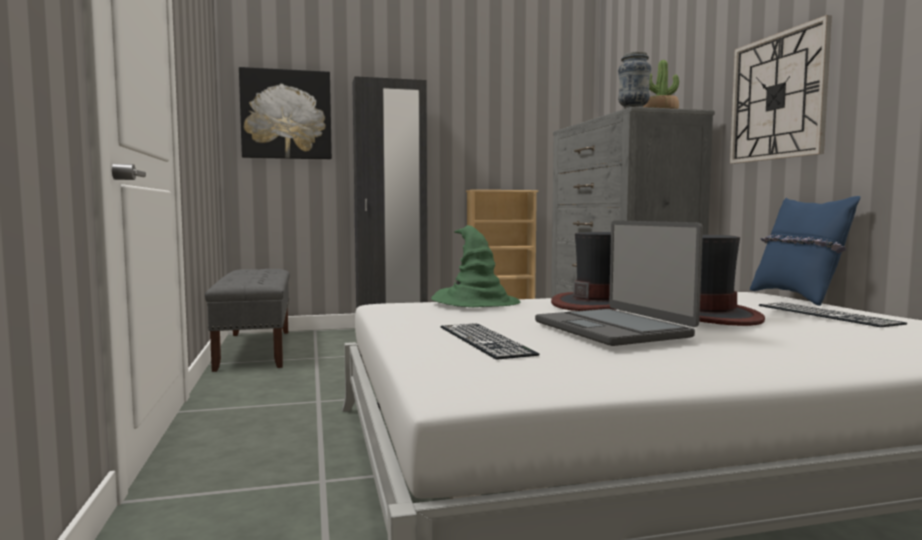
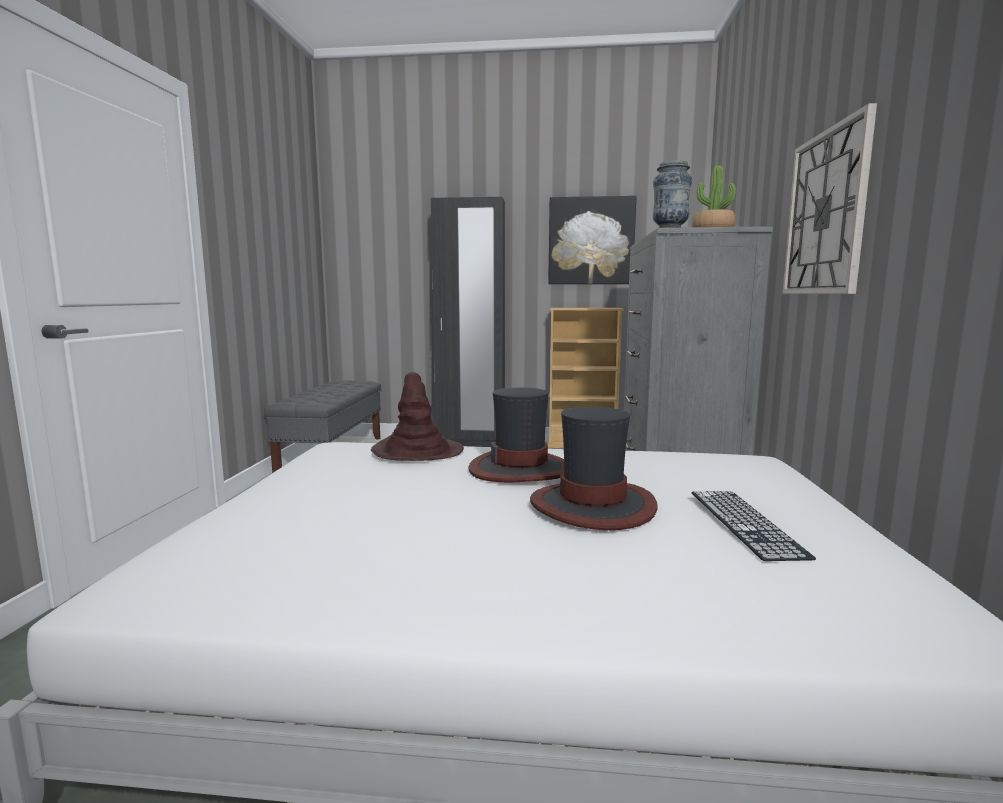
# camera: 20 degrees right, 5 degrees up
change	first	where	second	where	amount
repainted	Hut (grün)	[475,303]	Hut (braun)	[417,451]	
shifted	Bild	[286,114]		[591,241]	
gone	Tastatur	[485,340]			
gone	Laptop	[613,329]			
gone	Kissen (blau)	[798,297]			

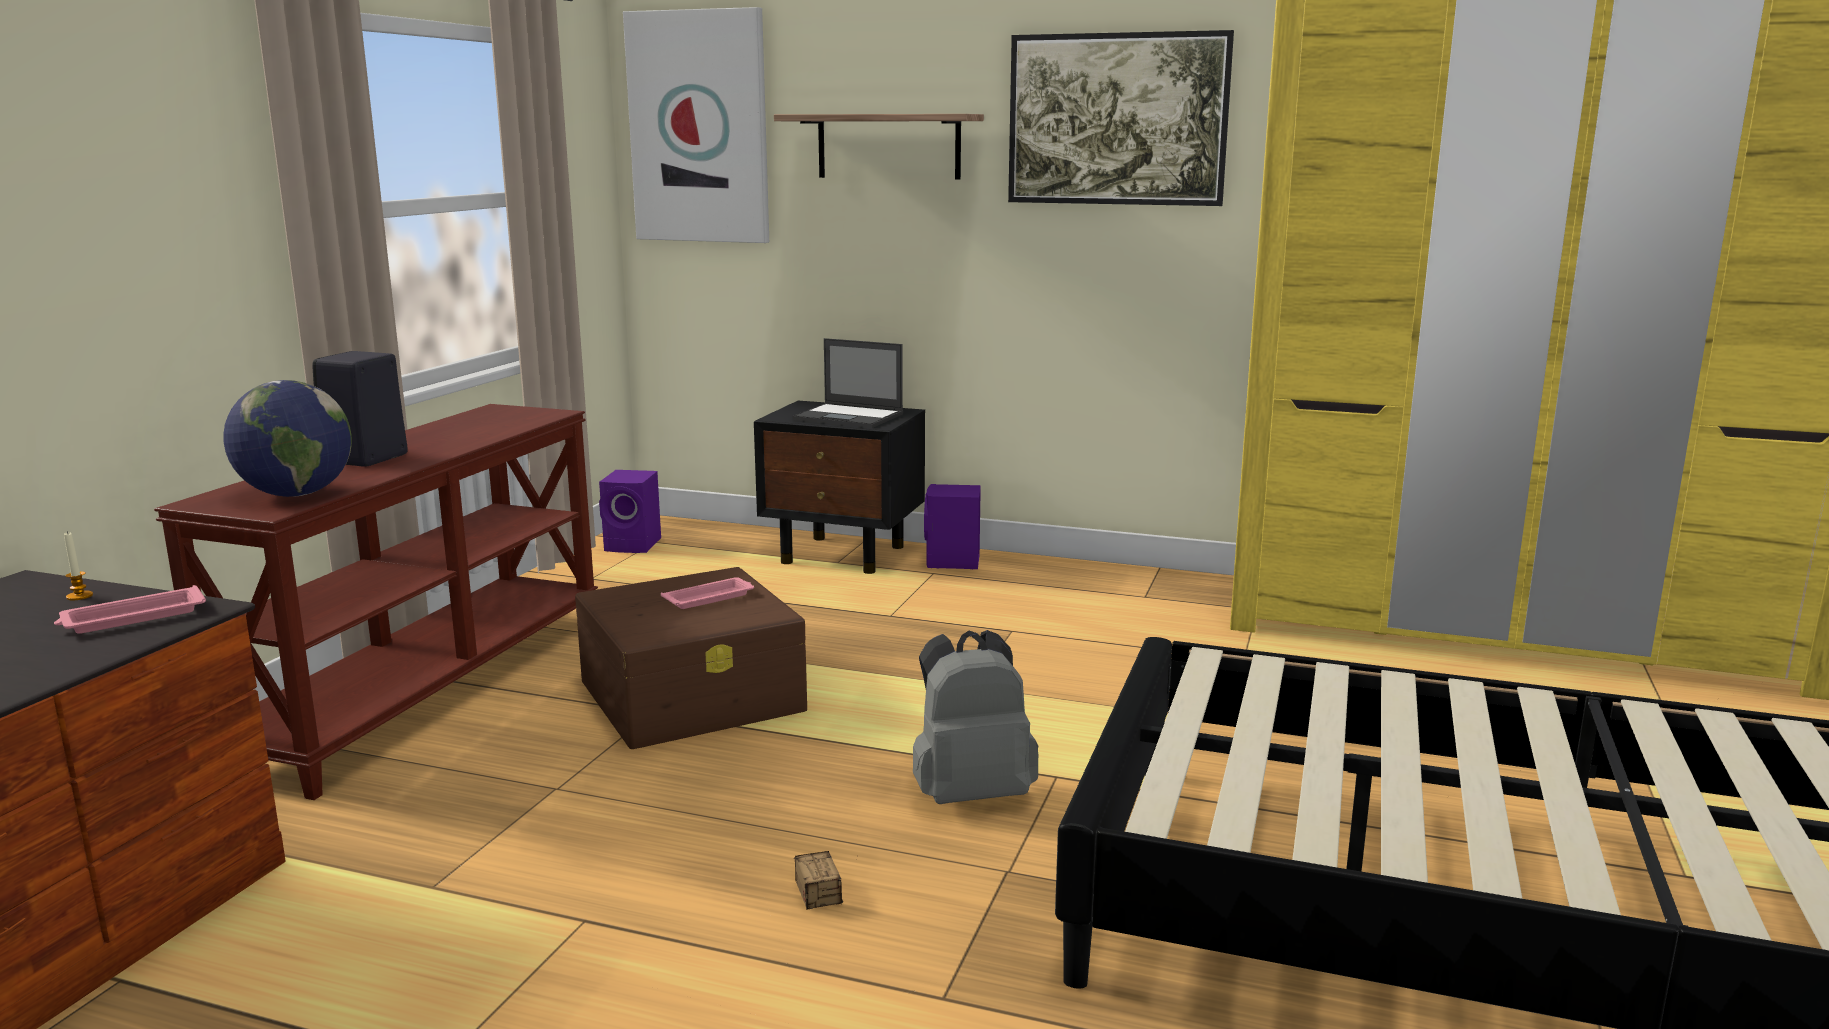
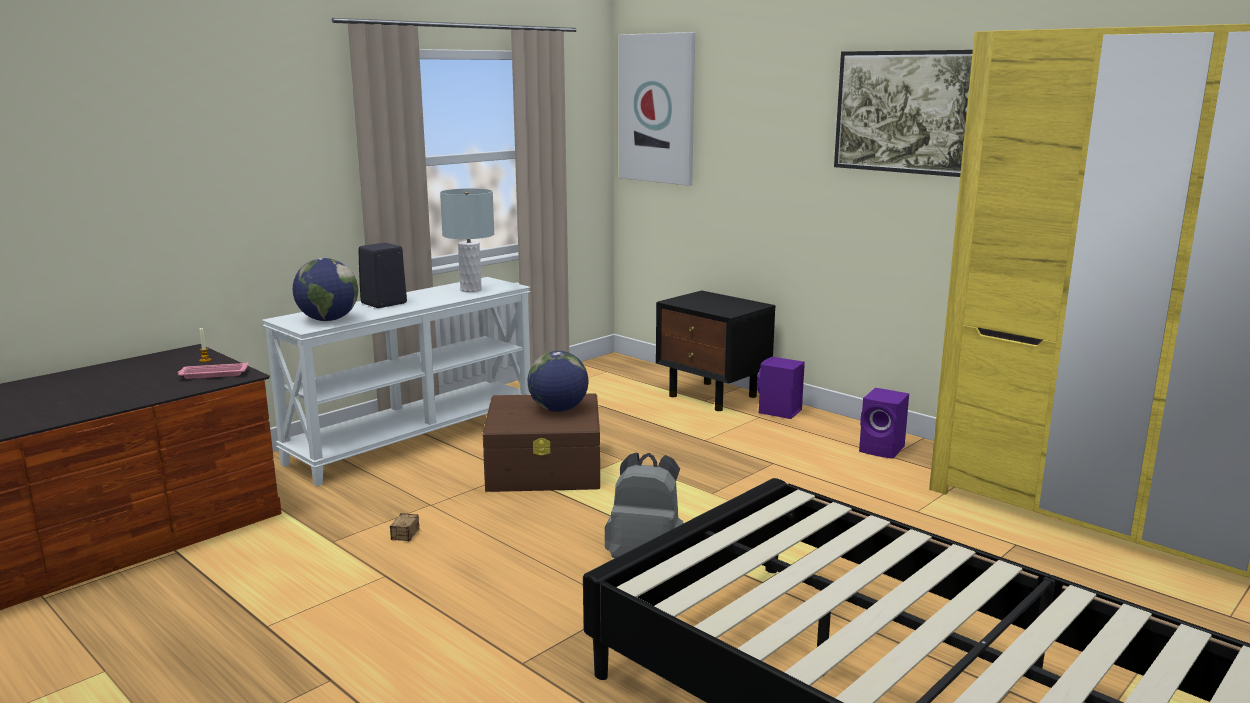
# camera: 25 degrees right, 0 degrees up
change	first	where	second	where	amount
repainted	Konsolentisch (braun)	[426,688]	Konsolentisch (weiß)	[414,438]	
shifted	Aufbewahrungsbox	[826,914]		[398,544]	
new			Tischlampe (grau)	[470,290]	
swapped	Tablett (rosa)	[710,598]	Globus	[558,410]	
shifted	Lautsprecher (lila)	[634,545]		[883,449]	
gone	Wandregal	[888,146]			
gone	Laptop	[850,417]			

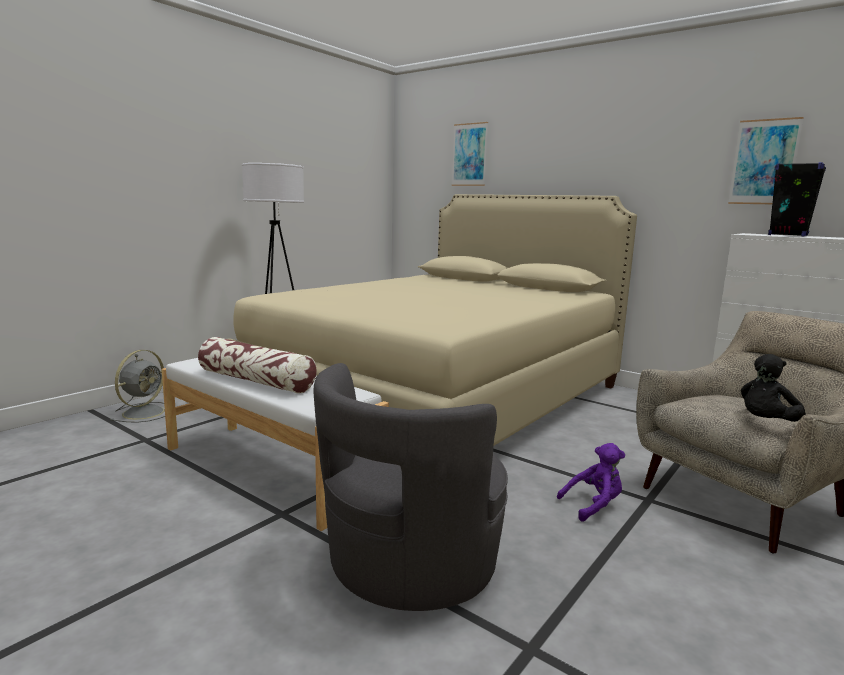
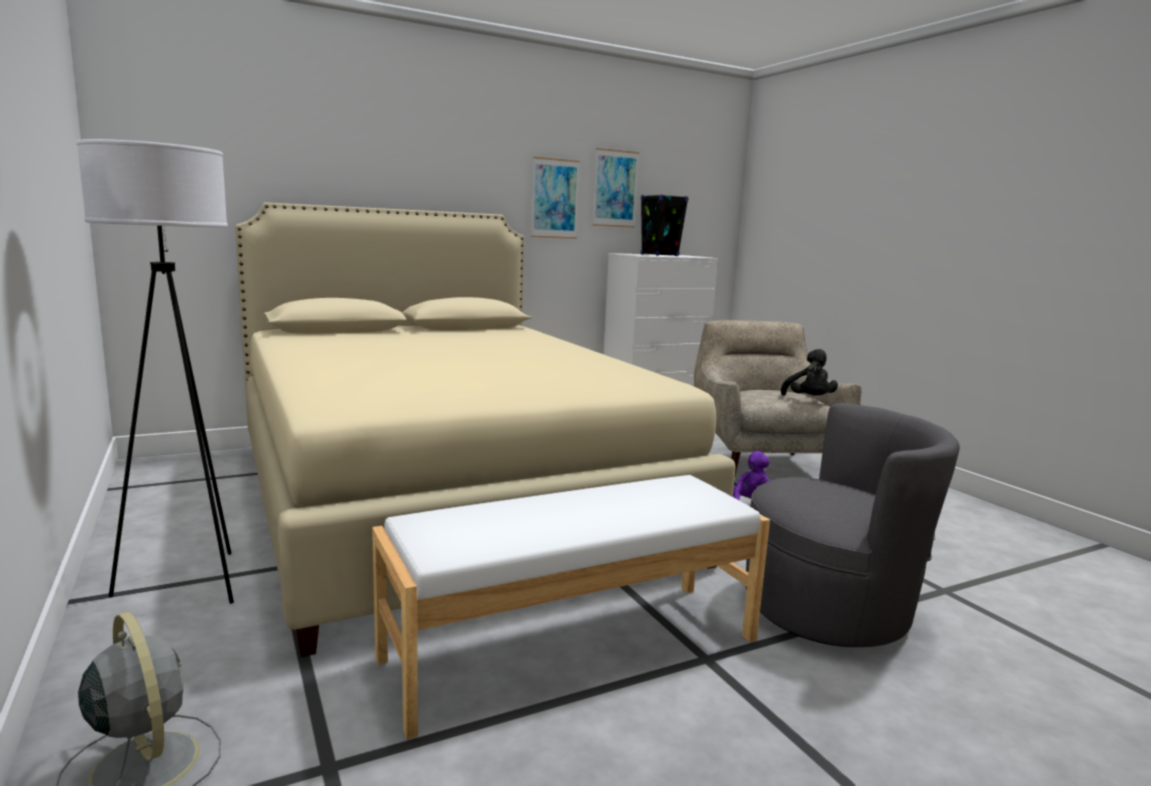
# camera: 65 degrees left, 0 degrees up
change	first	where	second	where	amount
shifted	Bild	[469,154]		[555,198]	
rotated	Sessel (grau)	[408,564]		[829,608]	60 degrees counterclockwise
gone	Kissen	[256,381]			

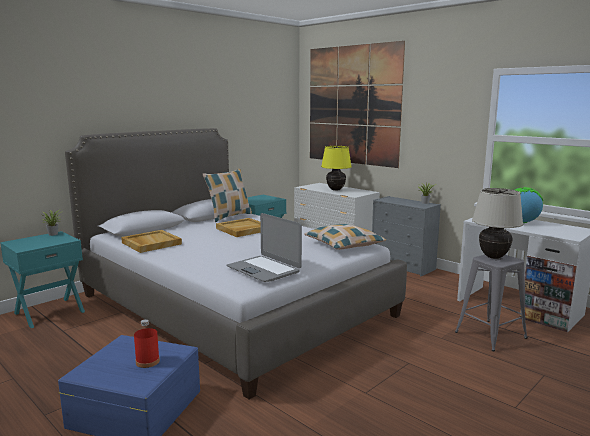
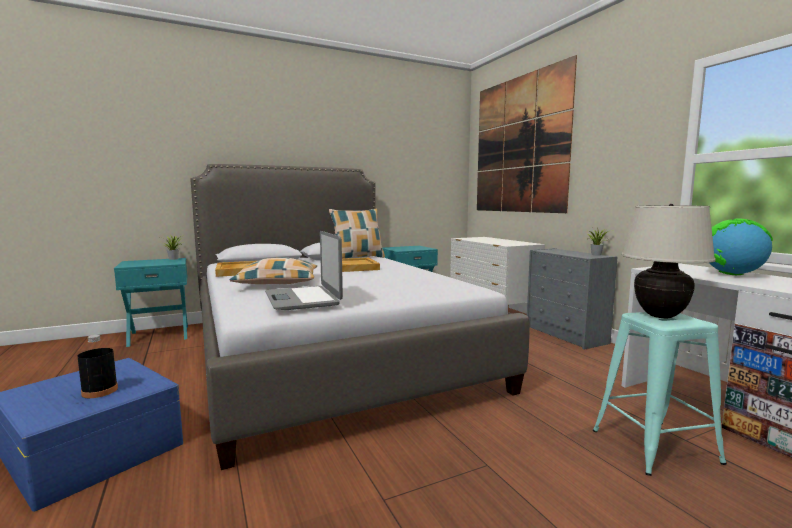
# camera: 20 degrees right, 5 degrees down
change	first	where	second	where	amount
repainted	Flasche (rot)	[147,361]	Flasche (schwarz)	[100,391]	
shifted	Kissen	[344,245]		[278,283]	
repainted	Hocker (grau)	[490,335]	Hocker (türkis)	[654,446]	
gone	Tischlampe (gelb)	[336,189]			

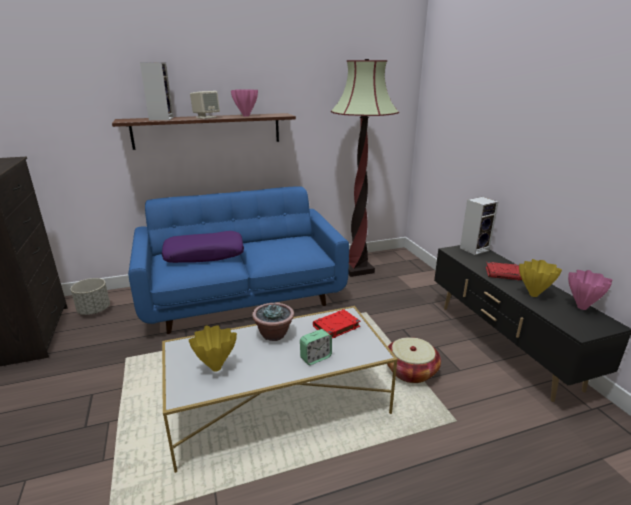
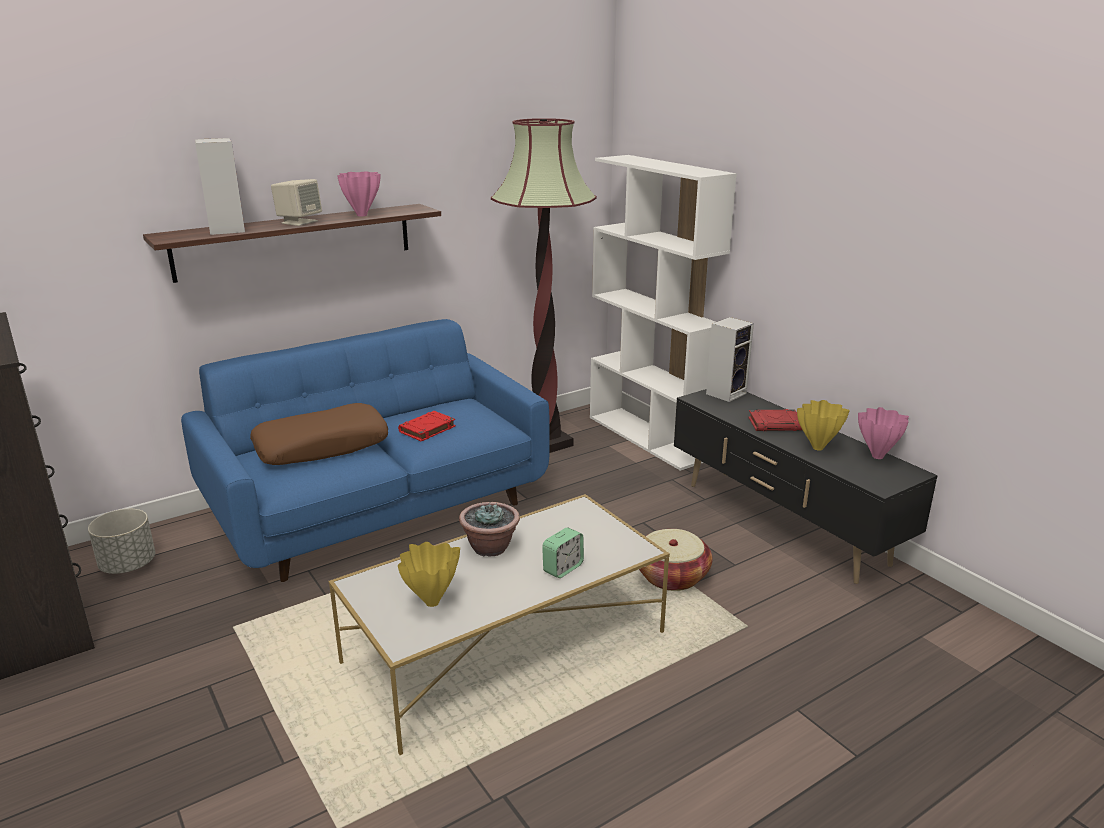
# camera: 15 degrees left, 0 degrees up
change	first	where	second	where	amount
repainted	Kissen (lila)	[204,254]	Kissen (braun)	[322,446]	
shifted	Buch (rot)	[336,327]		[427,429]	
new			Bücherregal (weiß)	[648,437]	

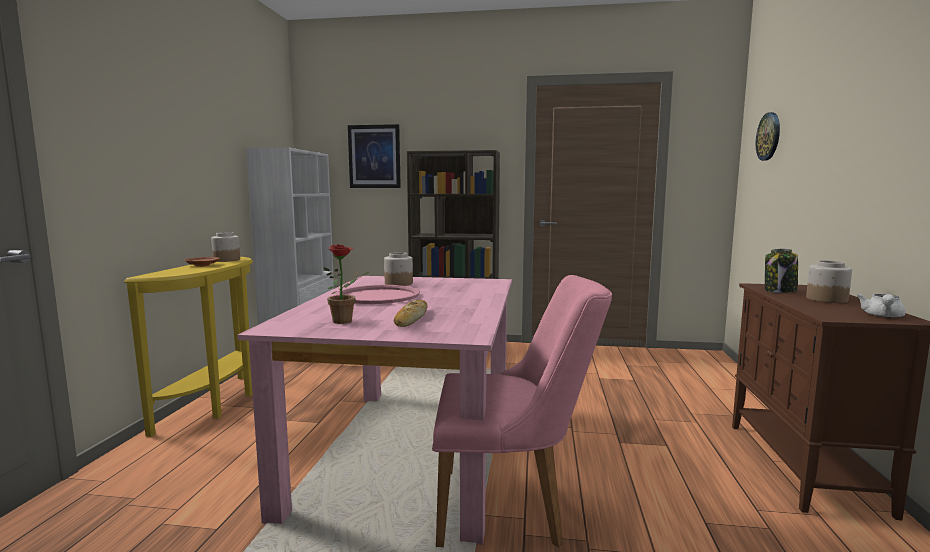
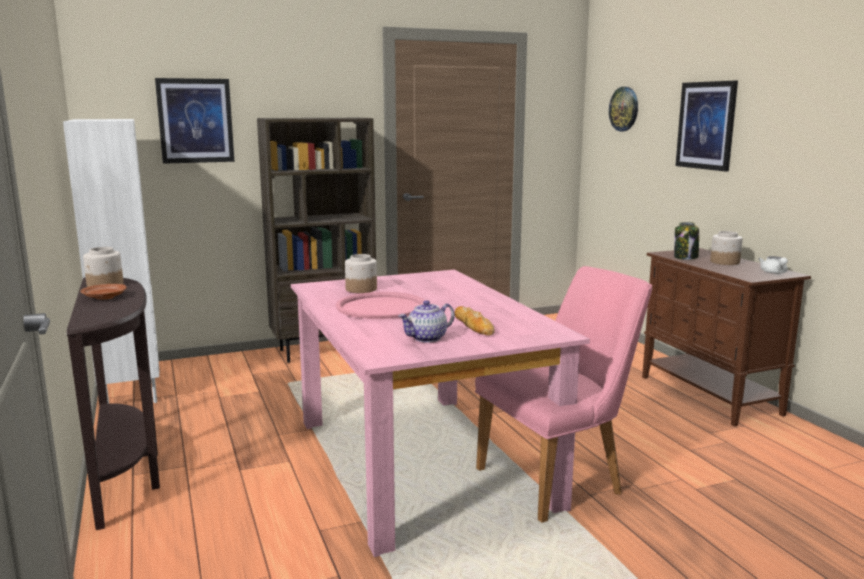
# camera: 30 degrees left, 5 degrees up
change	first	where	second	where	amount
repainted	Konsolentisch (gelb)	[217,403]	Konsolentisch (braun)	[128,474]	
swapped	Topfpflanze	[347,321]	Teekanne	[427,338]	
new			Bild	[706,125]	

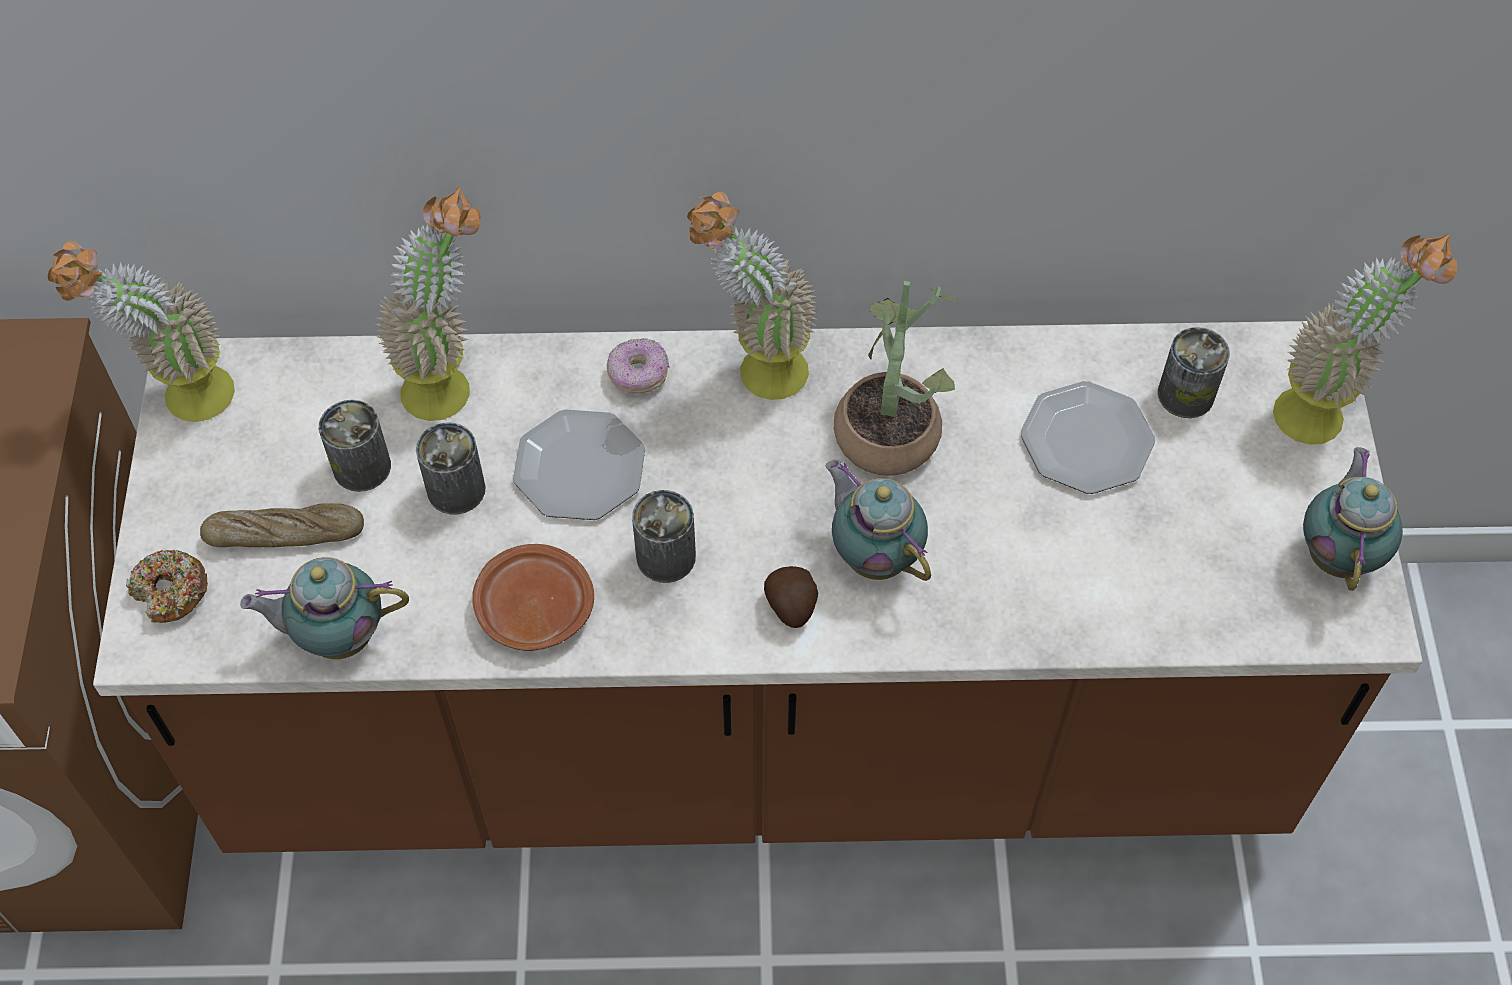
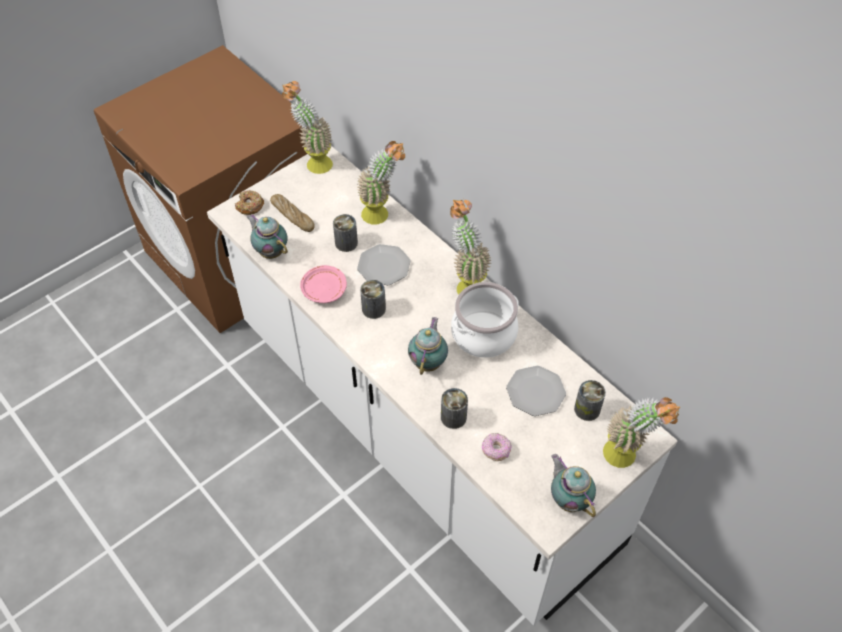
# camera: 50 degrees right, 5 degrees down
change	first	where	second	where	amount
repainted	Küchenzeile (braun)	[756,731]	Küchenzeile (weiß)	[421,432]	
repainted	Teller (braun)	[533,607]	Teller (rosa)	[324,289]	
shifted	Dose	[362,467]		[453,417]	
swapped	Topfpflanze	[891,425]	Kochtopf	[483,333]	
shifted	Donut	[638,375]		[496,450]	
rotated	Teekanne	[1338,553]		[568,499]	90 degrees counterclockwise
gone	Kartoffel	[791,607]			

